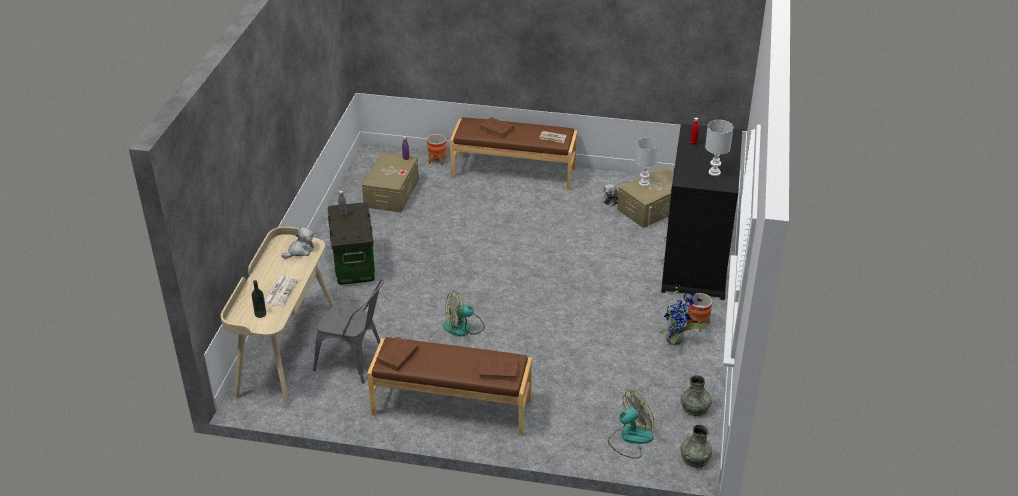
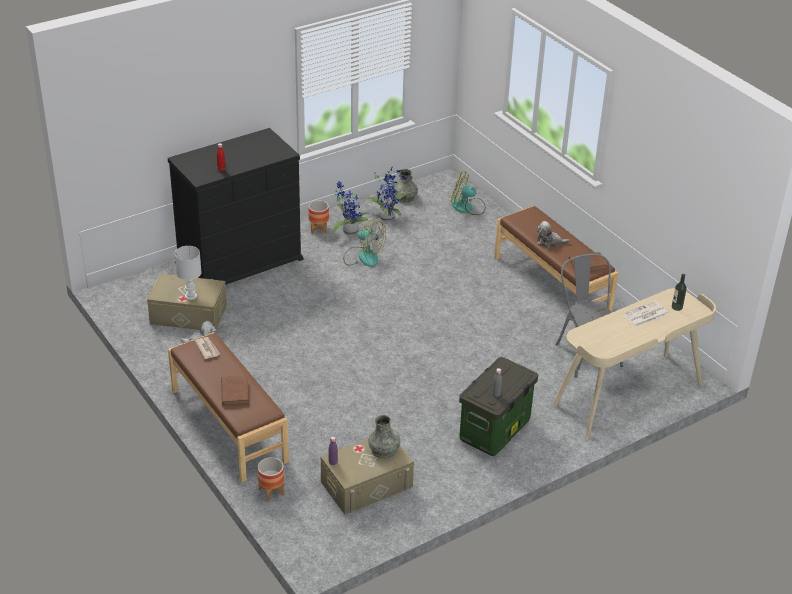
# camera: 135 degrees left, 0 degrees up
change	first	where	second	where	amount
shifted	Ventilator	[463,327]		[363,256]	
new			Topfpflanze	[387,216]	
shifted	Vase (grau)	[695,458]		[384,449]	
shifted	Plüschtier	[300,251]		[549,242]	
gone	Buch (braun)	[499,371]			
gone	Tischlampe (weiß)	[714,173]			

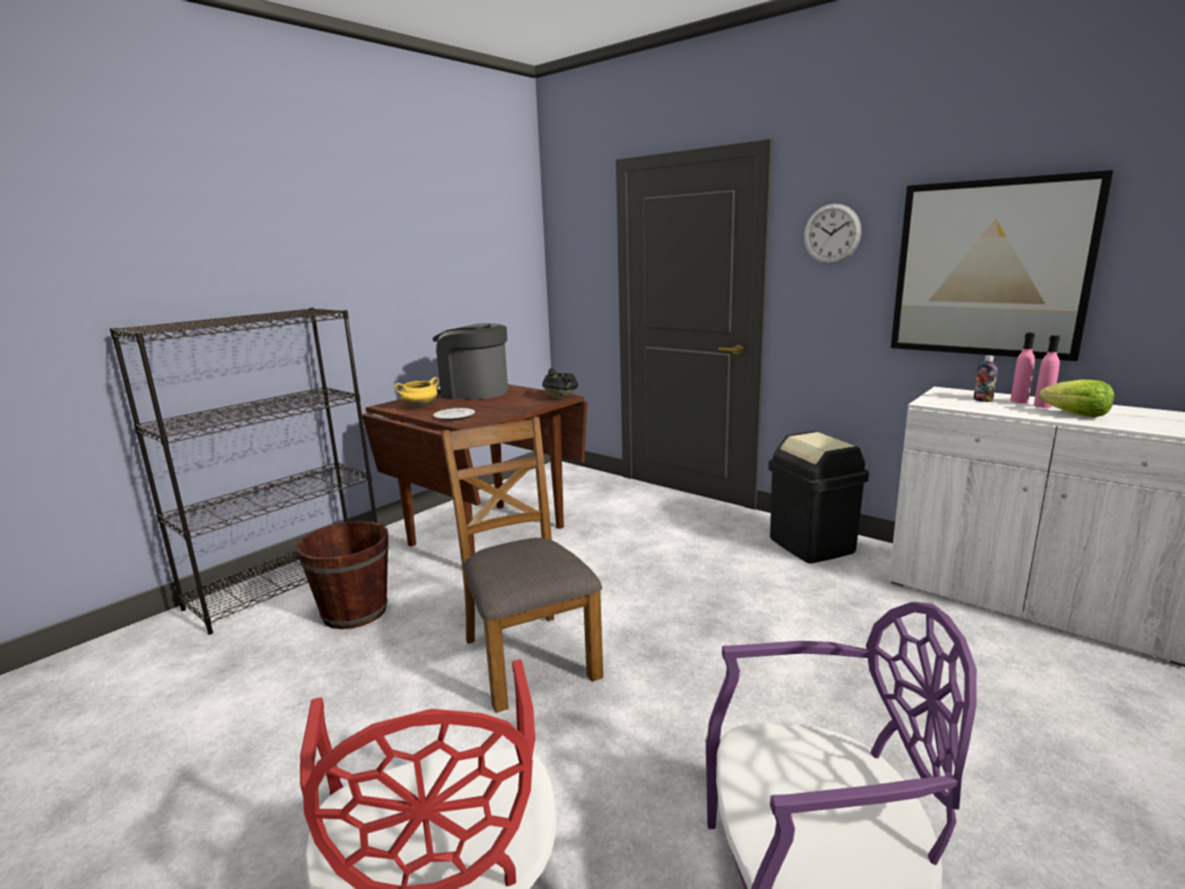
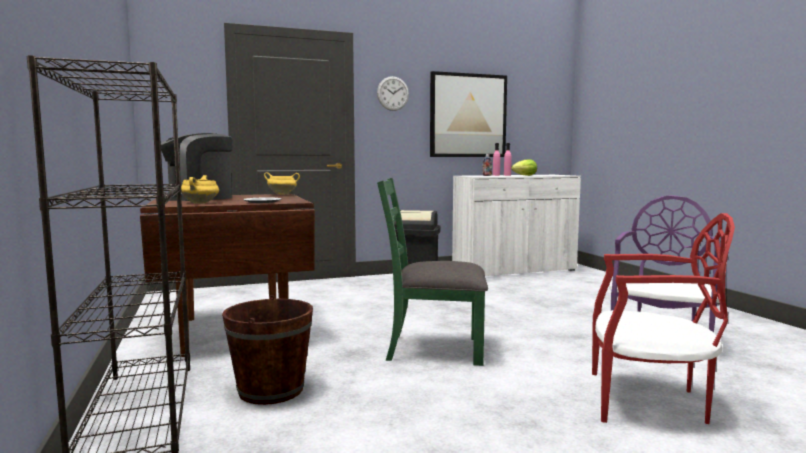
# camera: 60 degrees left, 10 degrees down
change	first	where	second	where	amount
repainted	Kochtopf (schwarz)	[561,397]	Kochtopf (gelb)	[282,194]	
repainted	Stuhl (braun)	[528,657]	Stuhl (grün)	[434,348]	

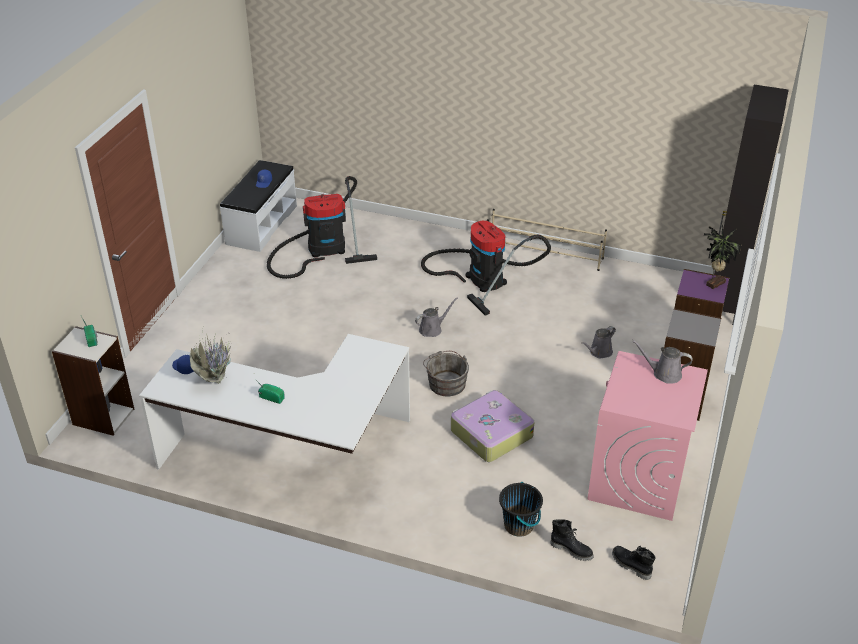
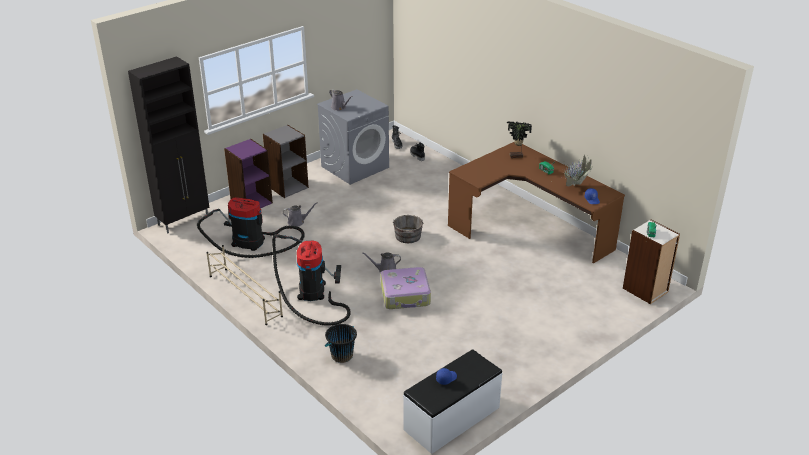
# camera: 150 degrees left, 5 degrees down
change	first	where	second	where	amount
shifted	Staubsauger	[322,249]		[252,242]	
repainted	Waschmaschine (rosa)	[638,479]	Waschmaschine (grau)	[355,167]	
shifted	Eimer (schwarz)	[519,525]		[342,355]	
shifted	Koffer	[490,433]		[405,295]	
repainted	Schreibtisch (weiß)	[294,461]	Schreibtisch (braun)	[530,228]	
shifted	Topfpflanze	[714,283]		[516,156]	

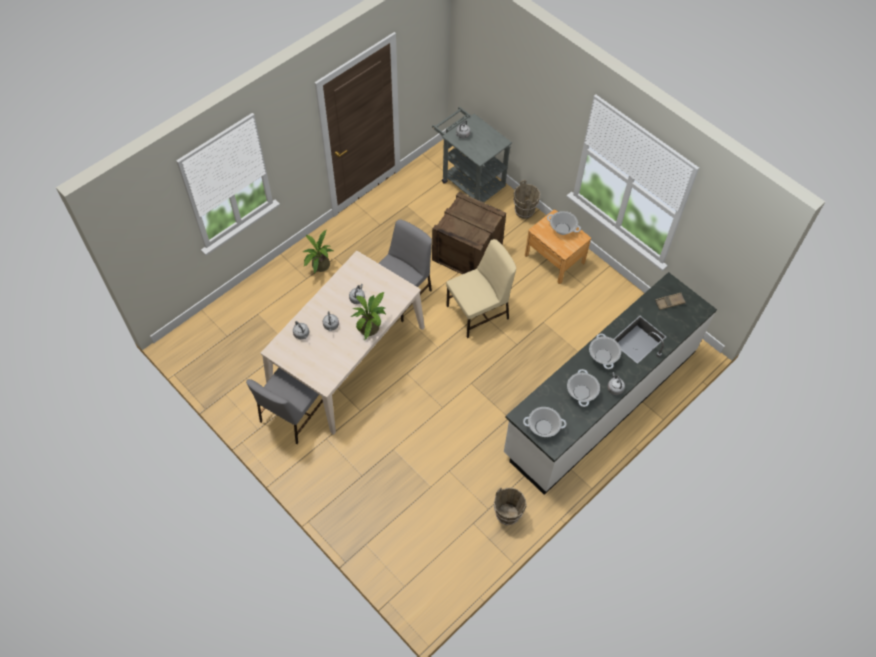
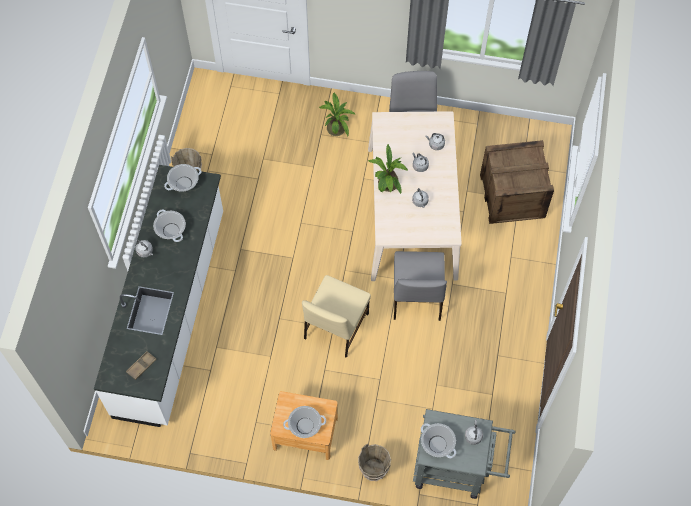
# camera: 145 degrees right, 5 degrees up
change	first	where	second	where	amount
shifted	Topfpflanze	[319,266]		[336,127]	
shifted	Kochtopf	[603,356]		[437,444]	
shifted	Kiste	[467,252]		[511,196]	

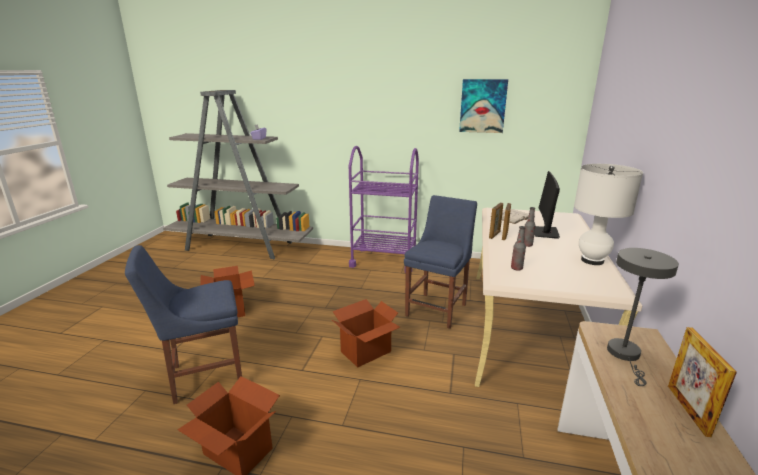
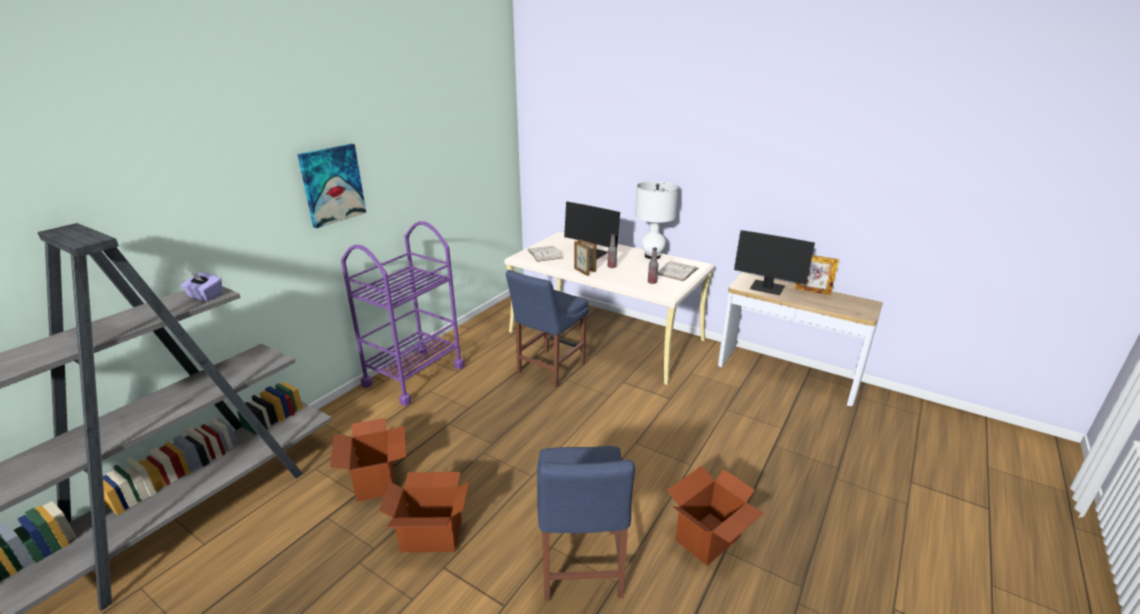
# camera: 70 degrees left, 5 degrees up
change	first	where	second	where	amount
shifted	Bild	[483,106]		[332,185]	
shifted	Karton	[366,352]		[376,480]	
rotated	Stuhl (blau)	[438,308]		[548,369]	105 degrees counterclockwise
new			Buch (weiß)	[677,271]	
swapped	Tischlampe (grau)	[625,355]	Monitor	[767,288]	

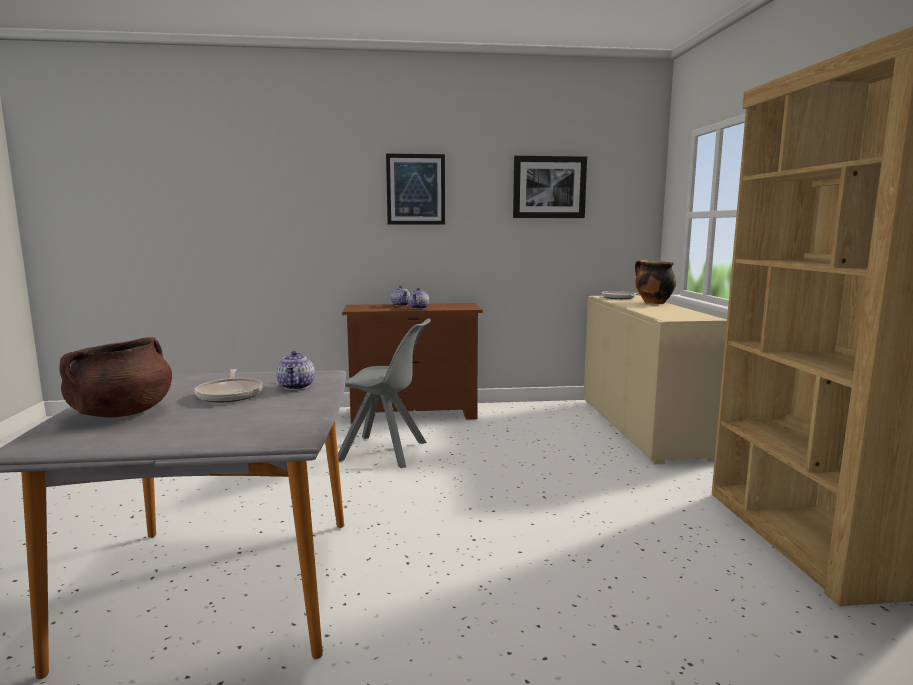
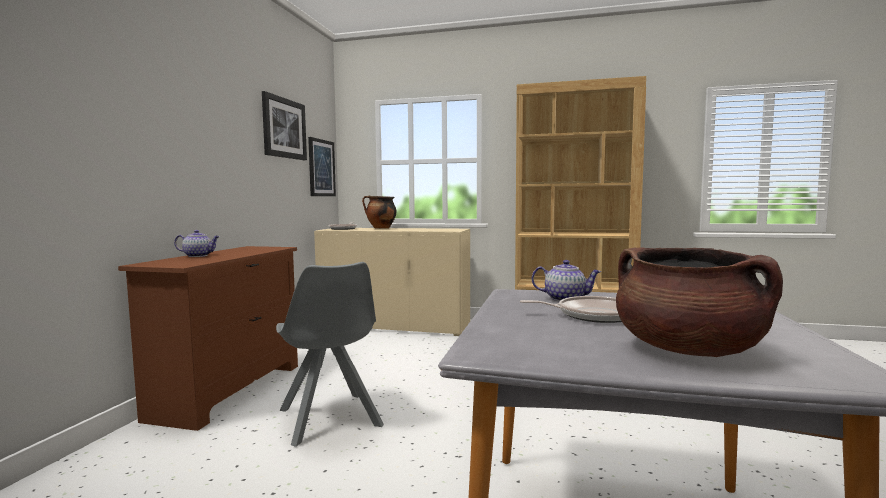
# camera: 70 degrees left, 5 degrees down
change	first	where	second	where	amount
rotated	Stuhl (grau)	[385,452]		[330,419]	120 degrees clockwise
shifted	Bild	[415,189]		[321,168]	
gone	Teekanne	[419,308]			

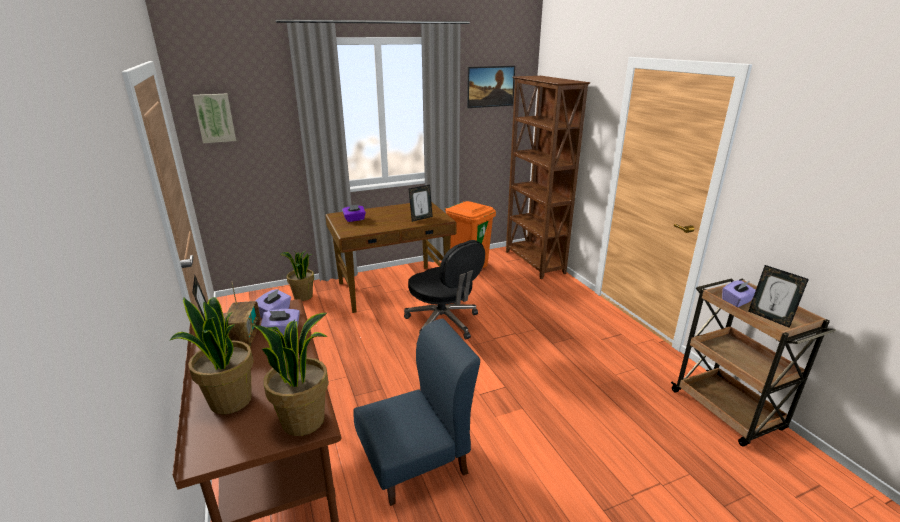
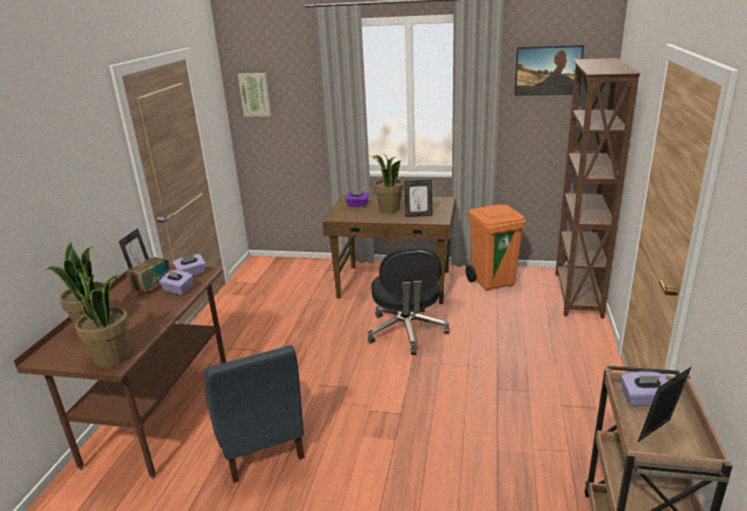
# camera: 35 degrees right, 0 degrees up
change	first	where	second	where	amount
rotated	Stuhl (blau)	[416,462]		[260,444]	60 degrees clockwise
shifted	Topfpflanze	[303,297]		[389,209]	
rotated	Bilderrahmen	[769,318]		[658,433]	60 degrees clockwise

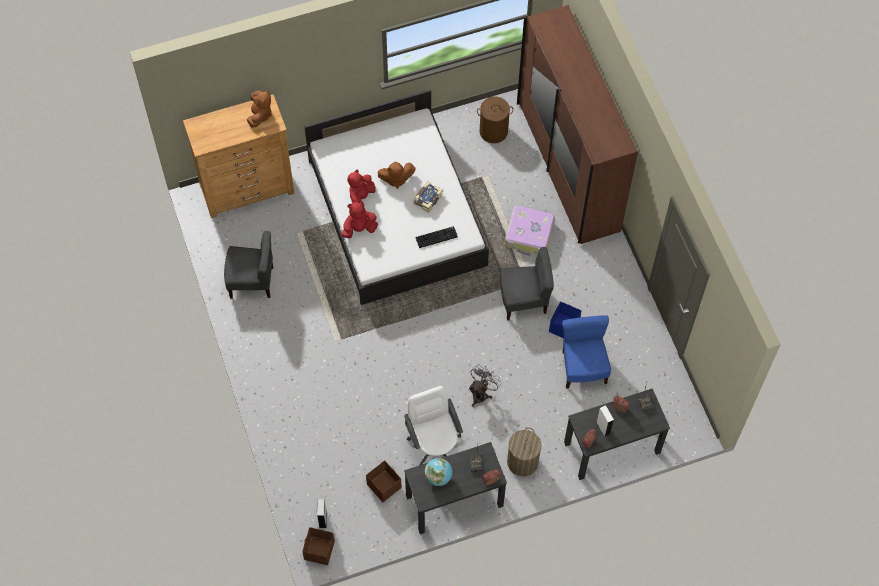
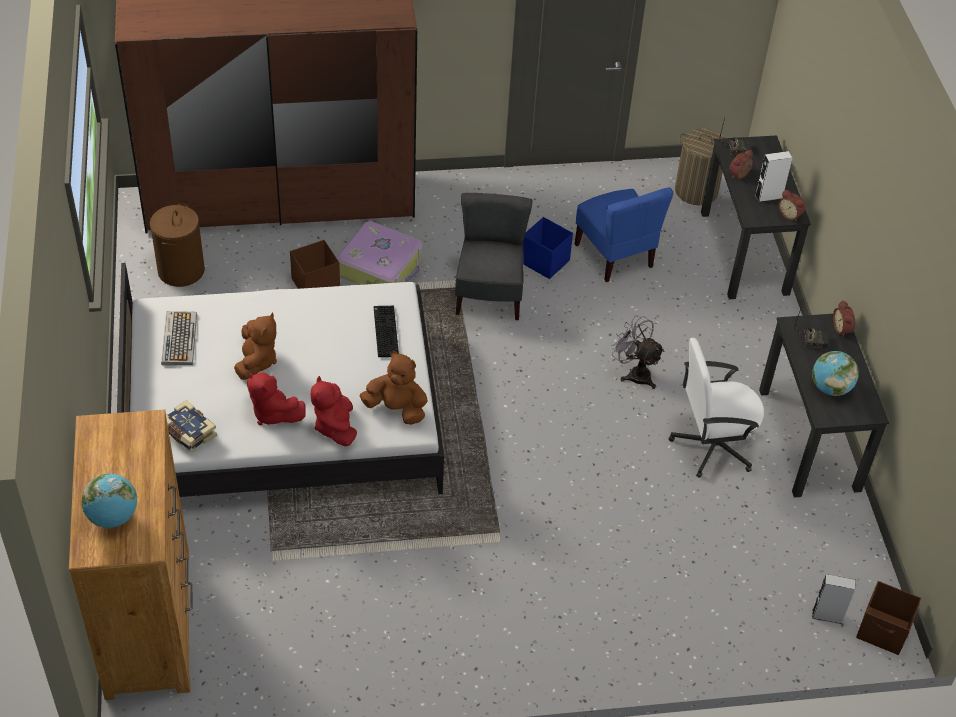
# camera: 80 degrees left, 15 degrees down
change	first	where	second	where	amount
new			Globus	[113,517]	
new			Tastatur	[179,338]	
shifted	Buch	[427,199]		[188,433]	
shifted	Aufbewahrungsbox (braun)	[384,485]		[315,284]	
shifted	Plüschtier (braun)	[260,114]		[396,409]	
rotated	Stuhl (blau)	[583,367]		[615,256]	120 degrees counterclockwise
shifted	Wäschekorb	[522,462]		[696,191]	
gone	Stuhl (grau)	[252,281]			

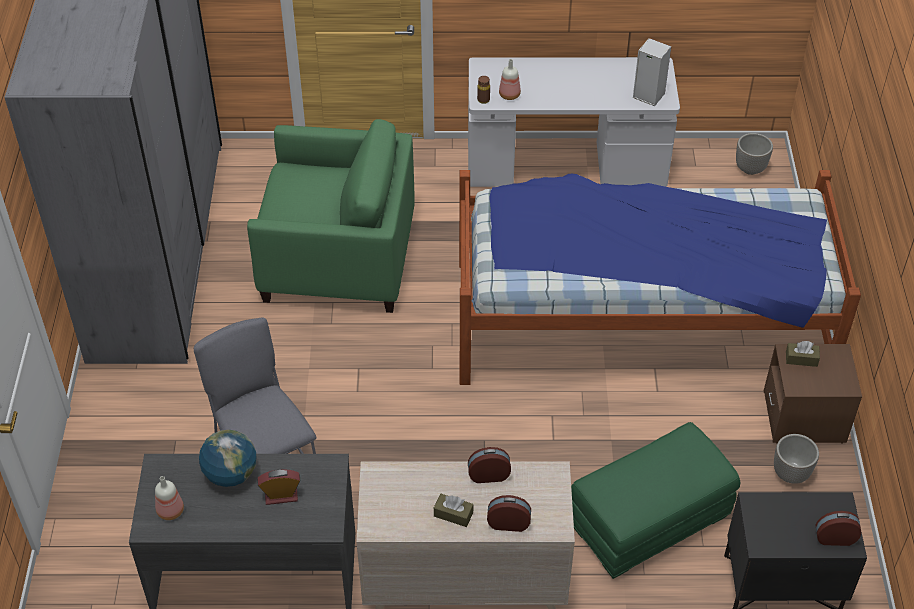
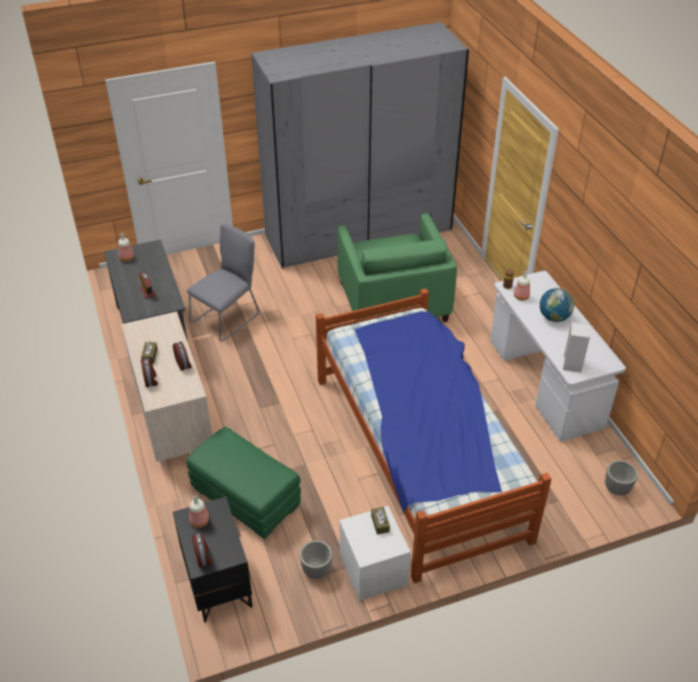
# camera: 70 degrees right, 5 degrees down
change	first	where	second	where	amount
new			Flasche	[199,521]	
repainted	Nachttisch (braun)	[804,417]	Nachttisch (weiß)	[373,570]	
shifted	Globus	[231,474]		[554,317]	

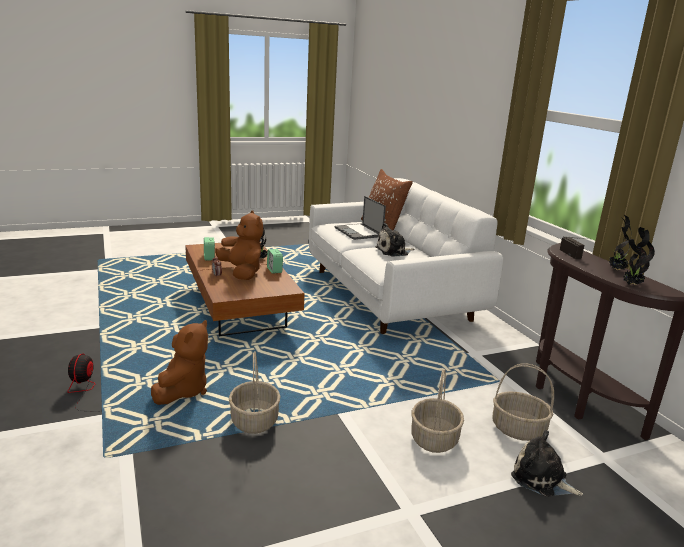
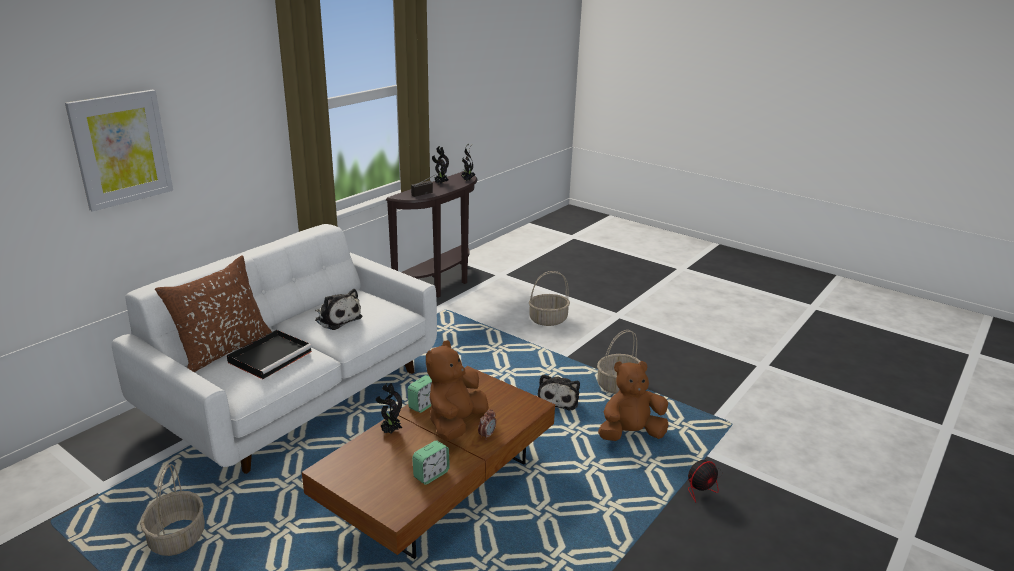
# camera: 120 degrees left, 5 degrees up
change	first	where	second	where	amount
new			Bild	[121,149]	
shifted	Korb	[518,429]		[177,537]	
swapped	Laptop	[359,232]	Tablett (schwarz)	[271,356]	
shifted	Plüschtier	[542,479]		[558,399]	

